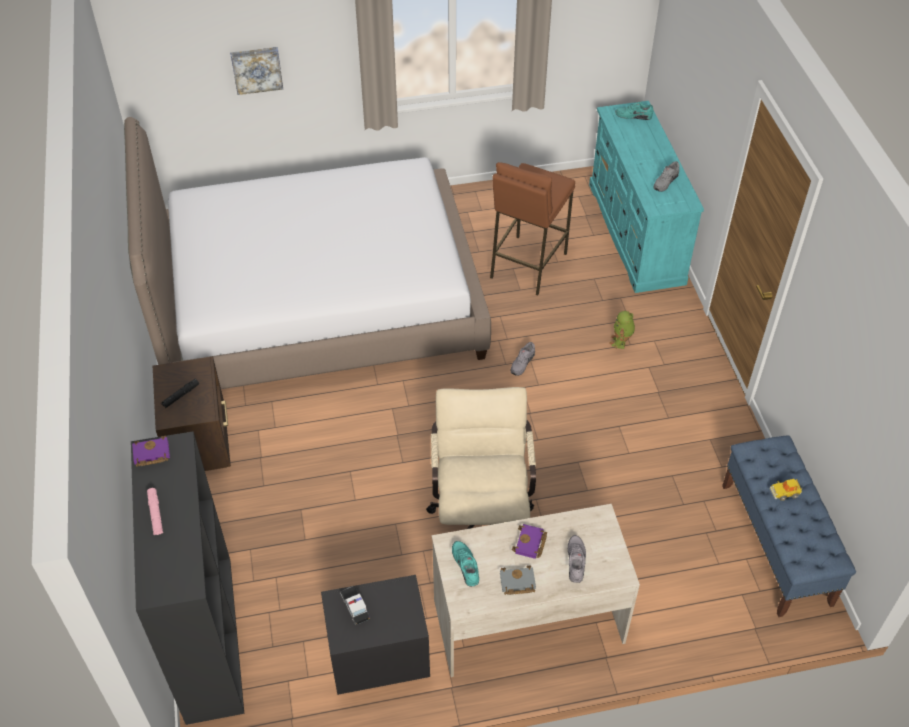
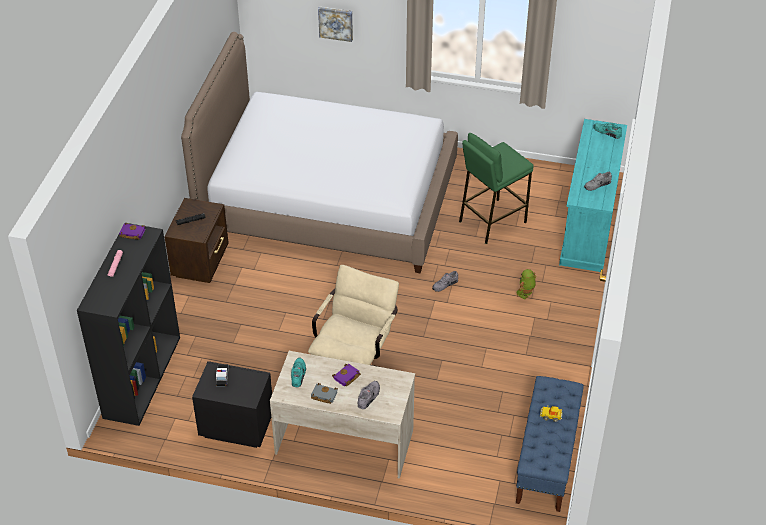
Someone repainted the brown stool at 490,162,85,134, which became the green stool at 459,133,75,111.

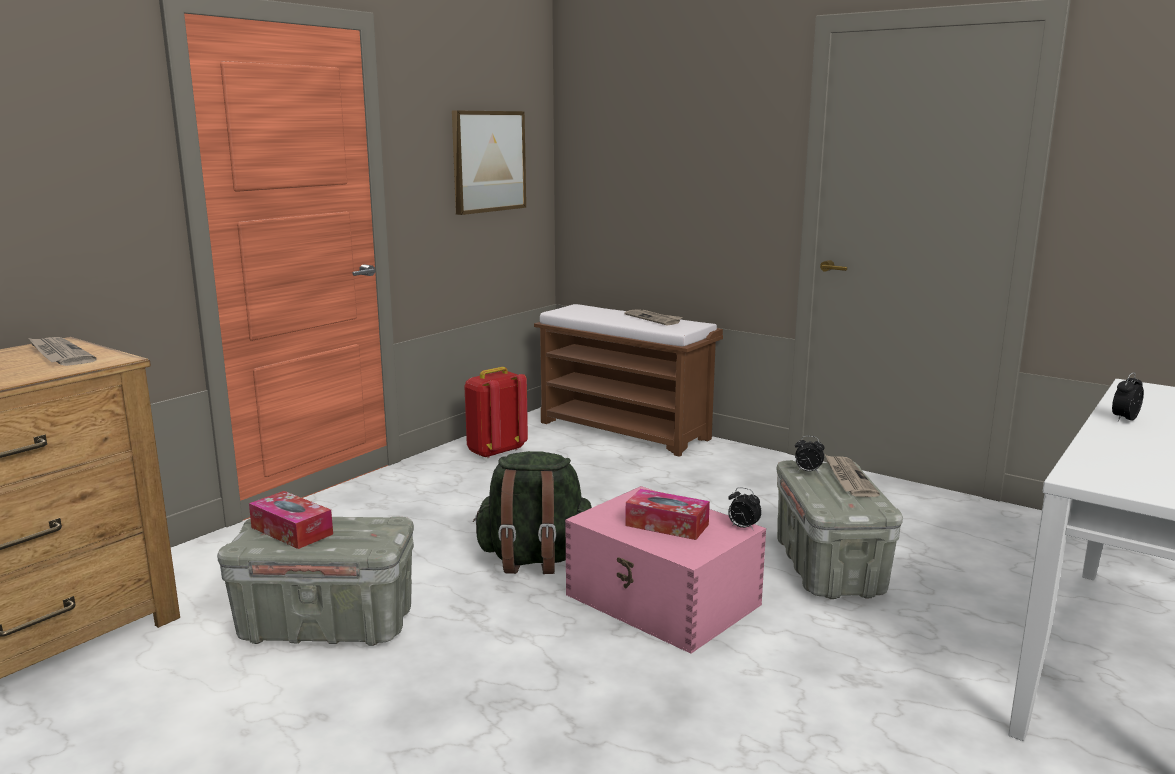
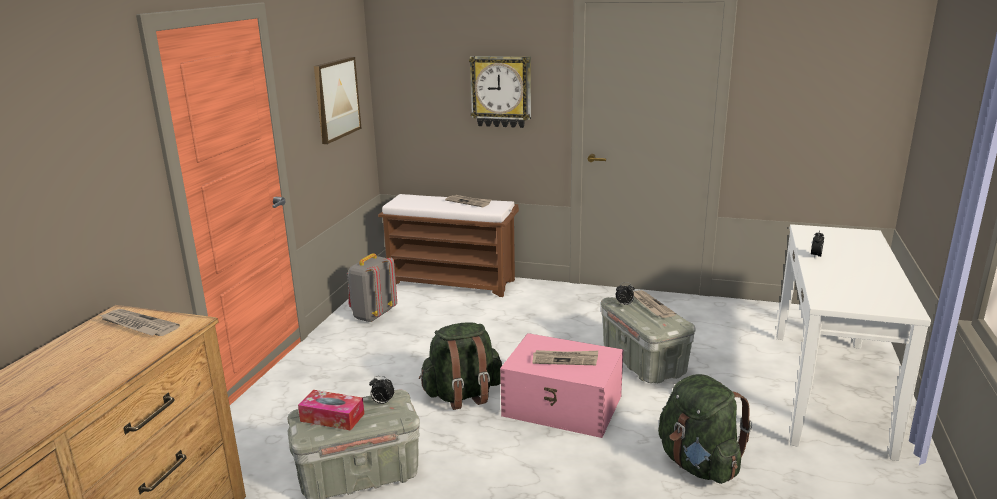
Someone put up the wall clock at 469,56,62,72.
Someone put down the green backpack at 658,374,94,110.
Someone carried the alarm clock from 728,487,34,44 to 369,376,25,28.
Someone swapped the tissue box at 625,489,85,51 for the newspaper at 532,350,66,15.
Someone repainted the red backpack at 464,367,64,91, which became the grey backpack at 347,253,50,69.

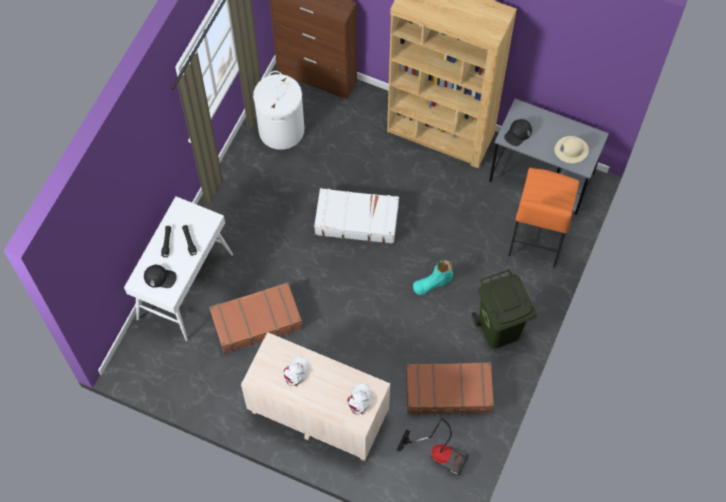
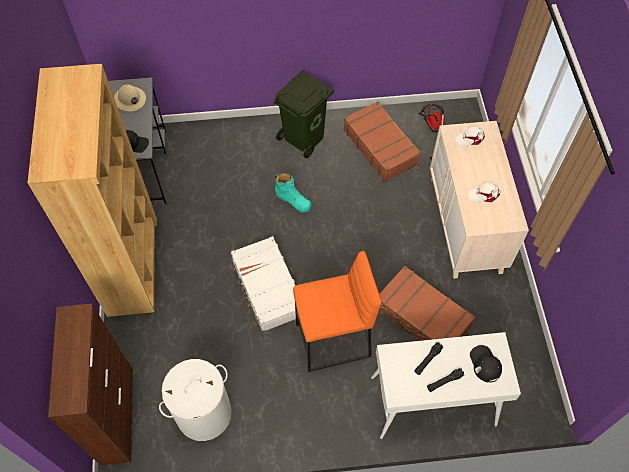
Someone carried the orange stool from 508,168,71,100 to 293,251,88,121.

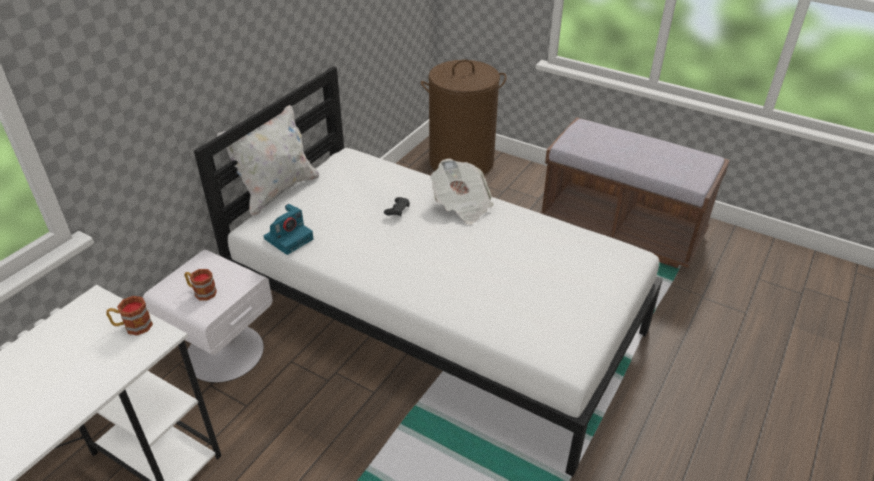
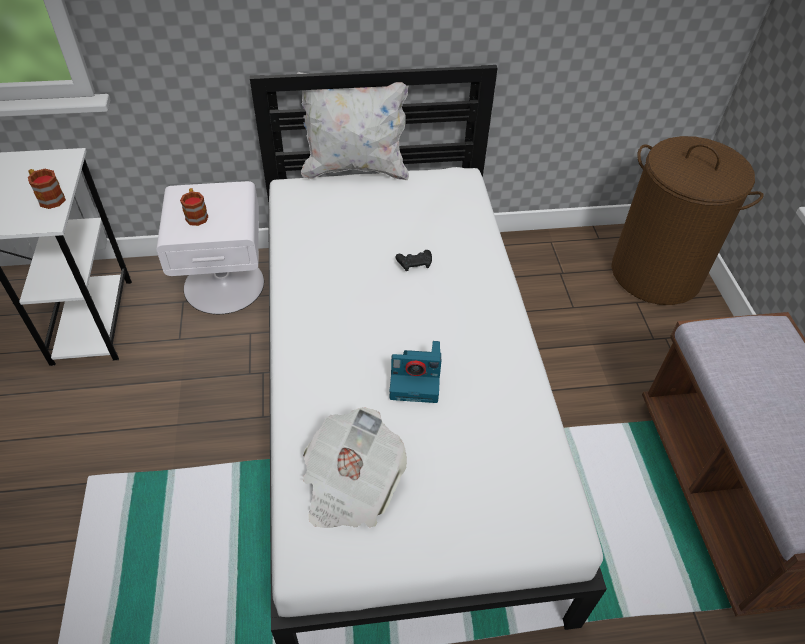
Someone carried the photo camera from 264,204,50,51 to 390,341,51,62.
Someone carried the newspaper from 431,158,63,66 to 303,407,104,121.

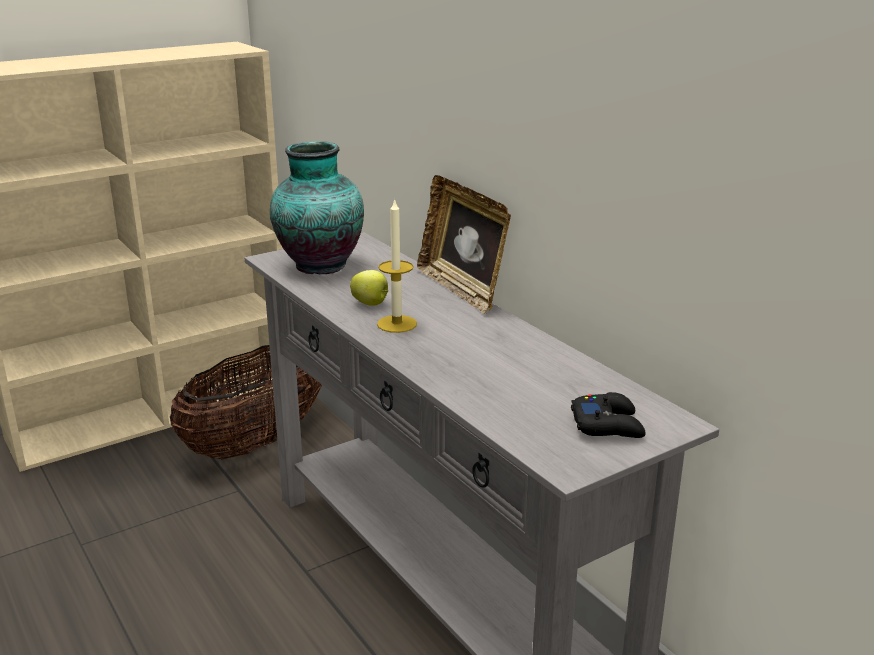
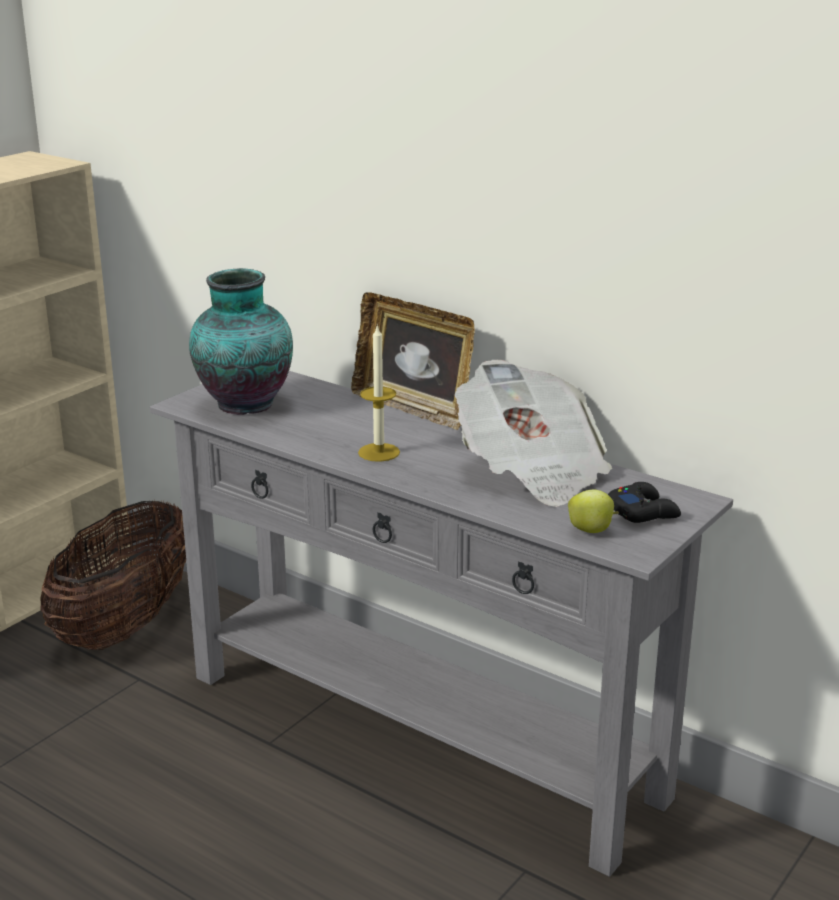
Someone put down the newspaper at 455,360,157,147.
Someone carried the apple from 350,270,39,36 to 568,489,51,44.

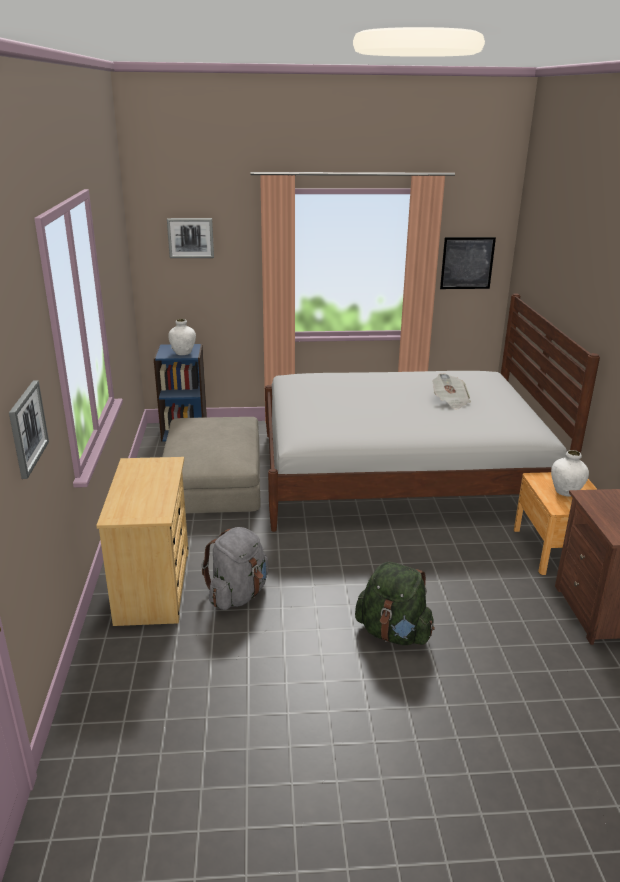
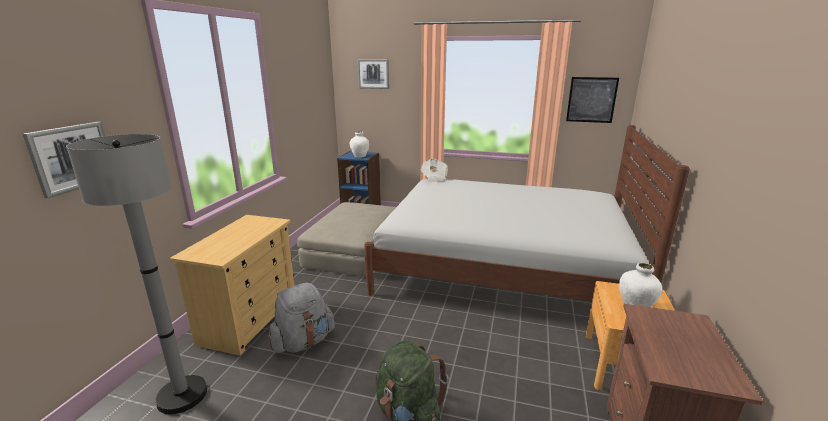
Someone put down the grey floor lamp at 66,134,141,280.
Someone carried the newspaper from 432,373,39,37 to 421,159,27,23.

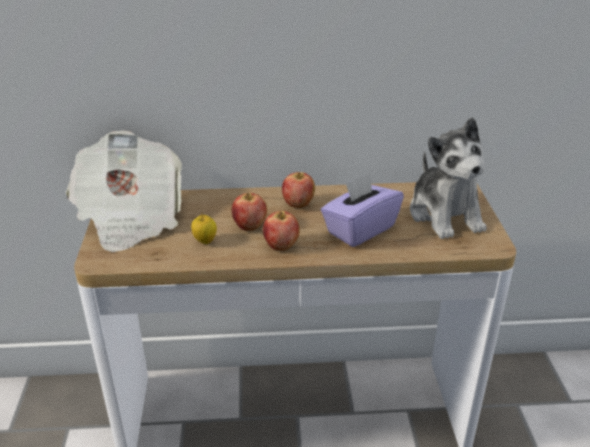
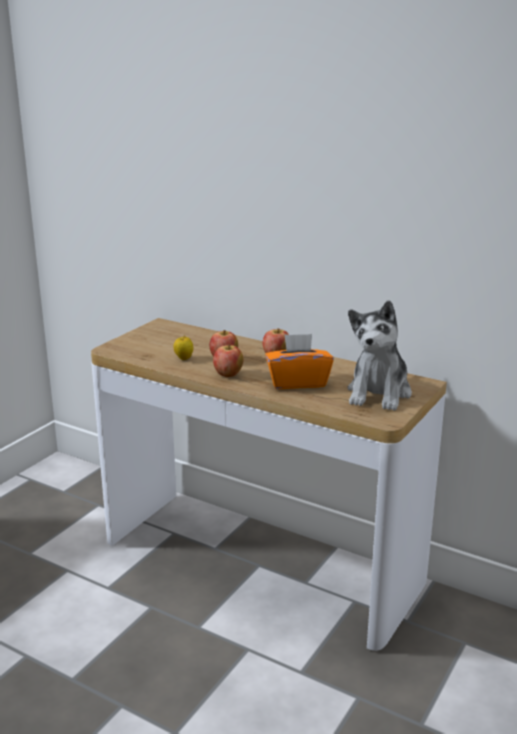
Someone took away the newspaper at 66,130,116,122.
Someone repainted the purple tissue box at 321,173,83,74, which became the orange tissue box at 265,334,69,55.

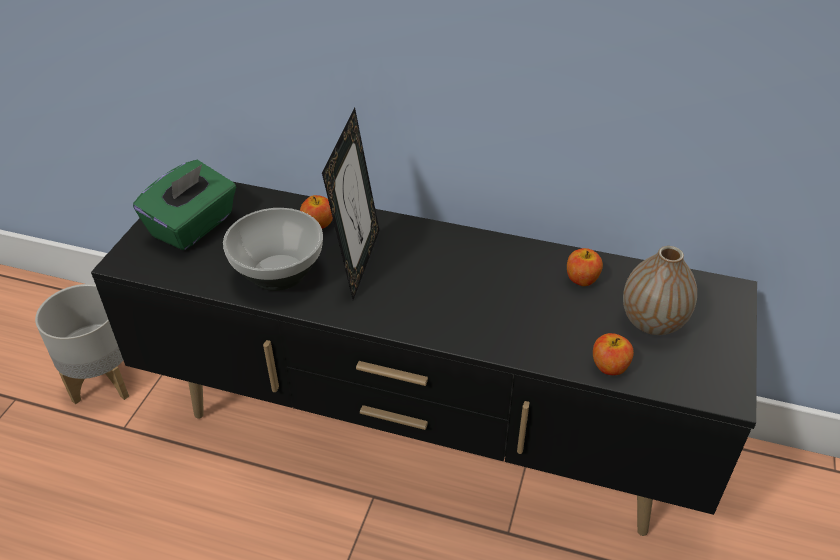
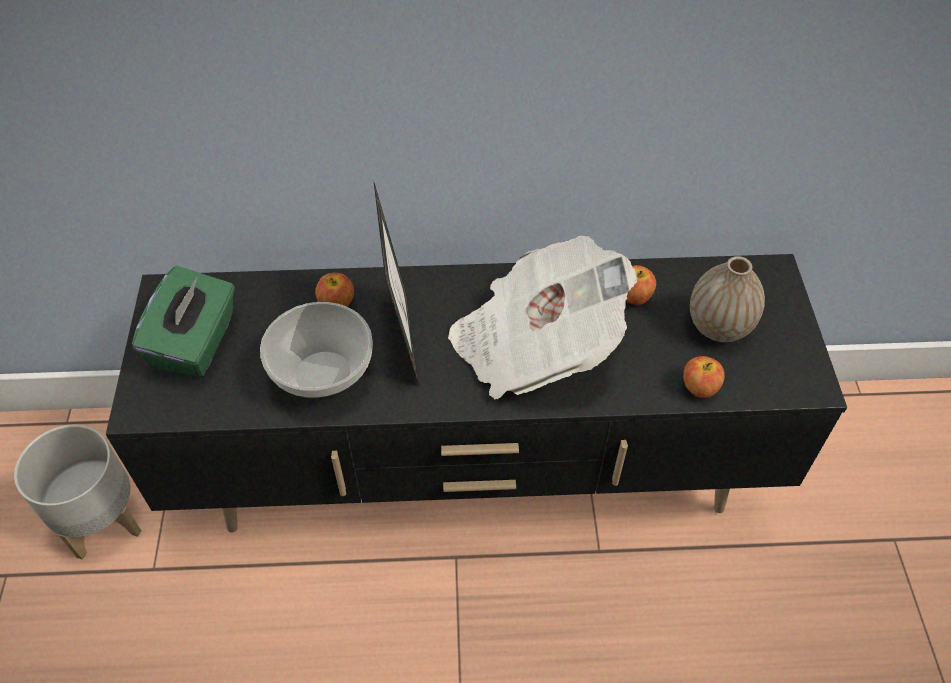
Someone put down the newspaper at 448,236,190,164.

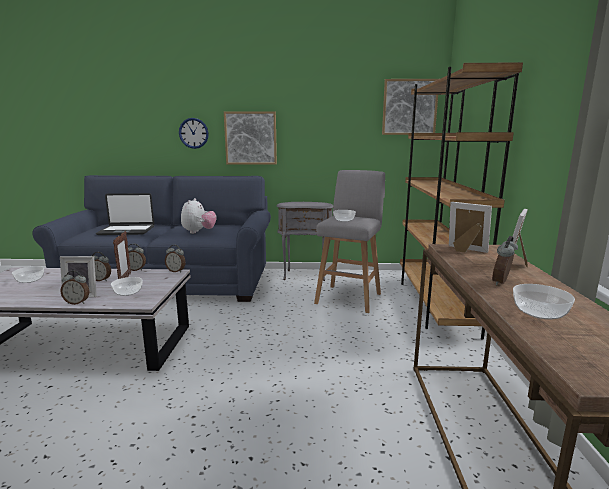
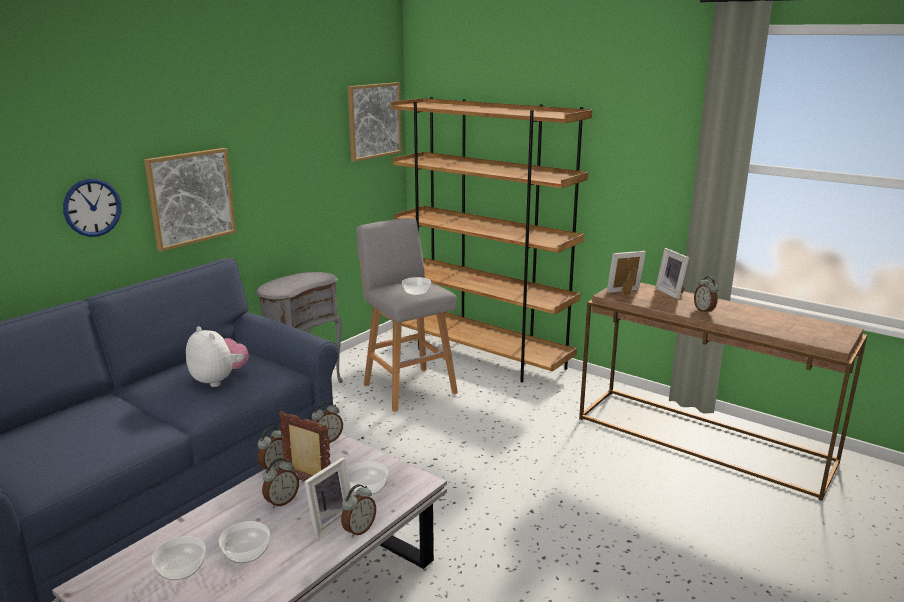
Someone took away the laptop at 96,193,58,42.
Someone carried the bowl from 513,284,62,36 to 219,521,51,42.

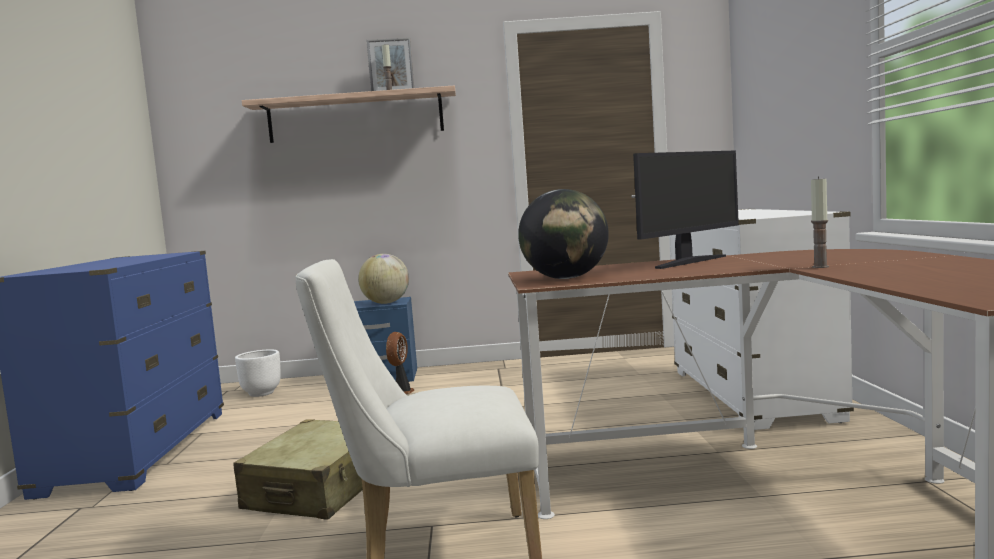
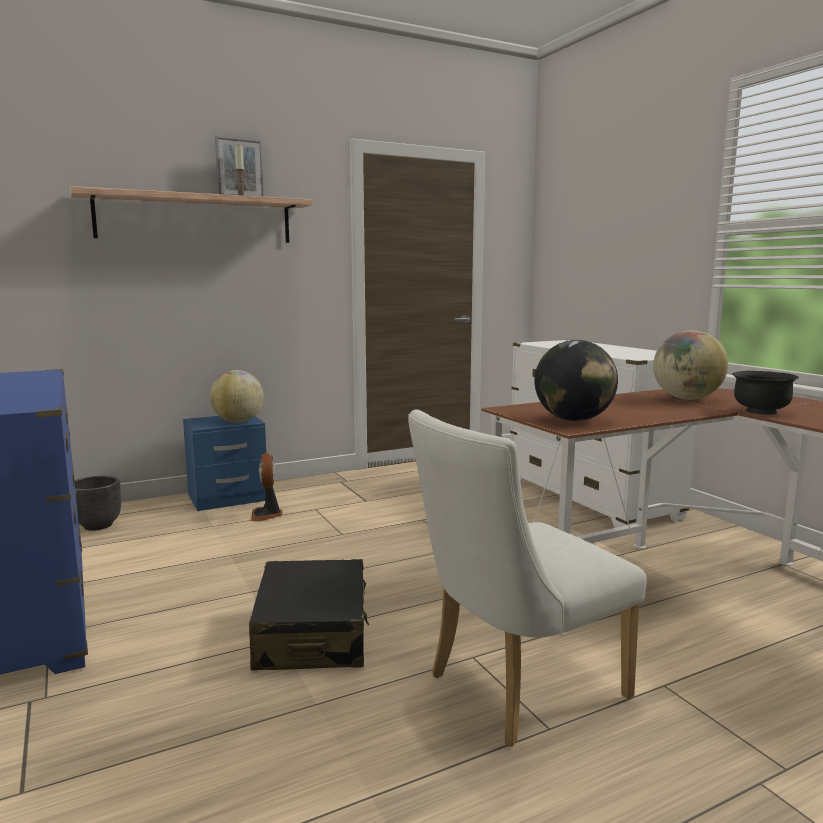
Someone took away the monitor at 633,150,106,119.
Someone put down the globe at 653,330,75,70.
Someone swapped the candle at 811,176,18,92 for the black bowl at 732,371,67,44.
Someone repainted the beige suitcase at 233,419,130,101, which became the black suitcase at 249,559,120,111.
Someone repainted the white planter at 235,349,46,48, which became the black planter at 75,475,46,56.

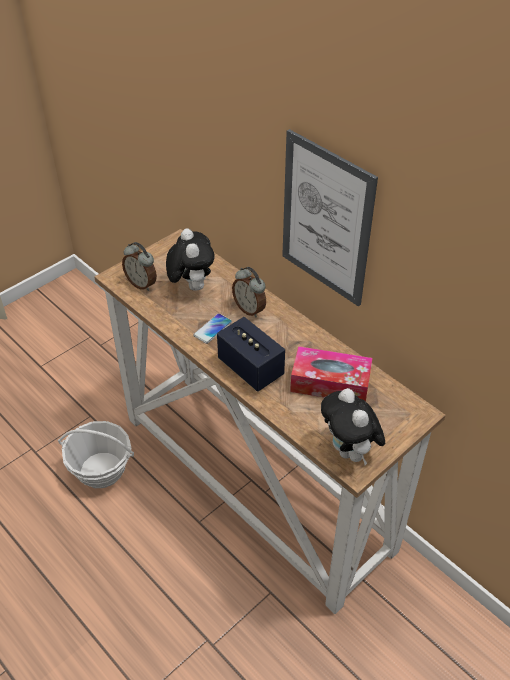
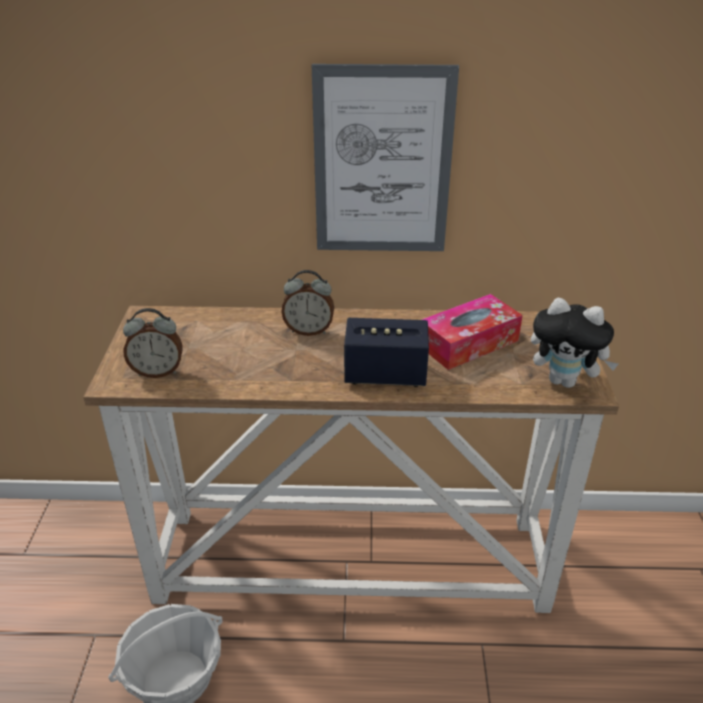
Someone took away the plush toy at 166,229,49,62.
Someone took away the phone at 193,313,39,31.

